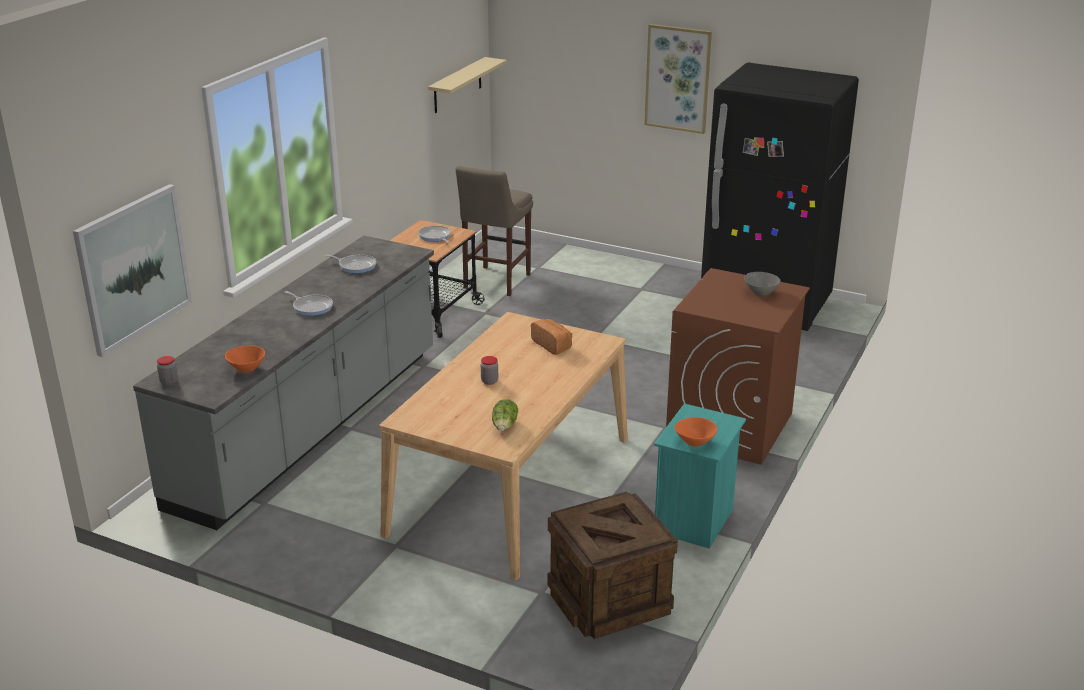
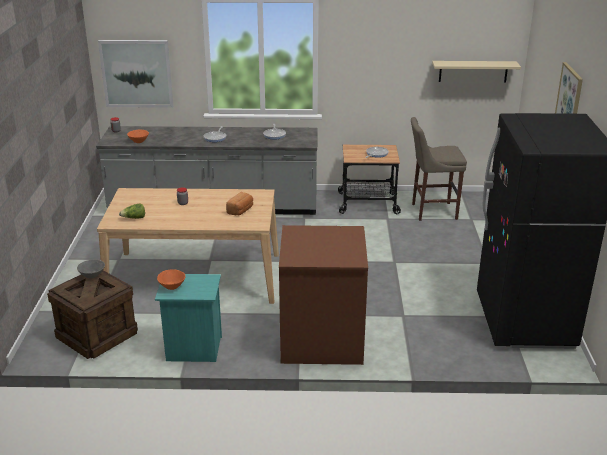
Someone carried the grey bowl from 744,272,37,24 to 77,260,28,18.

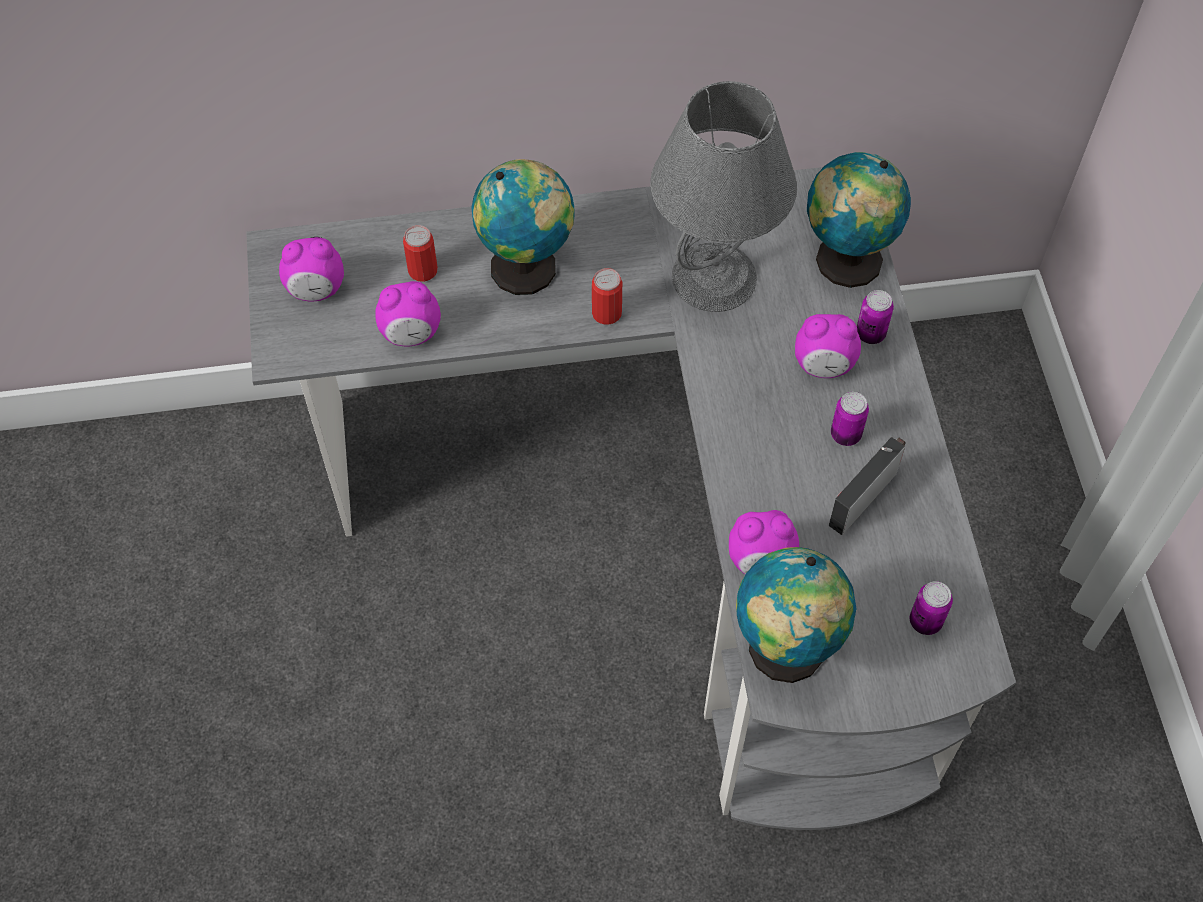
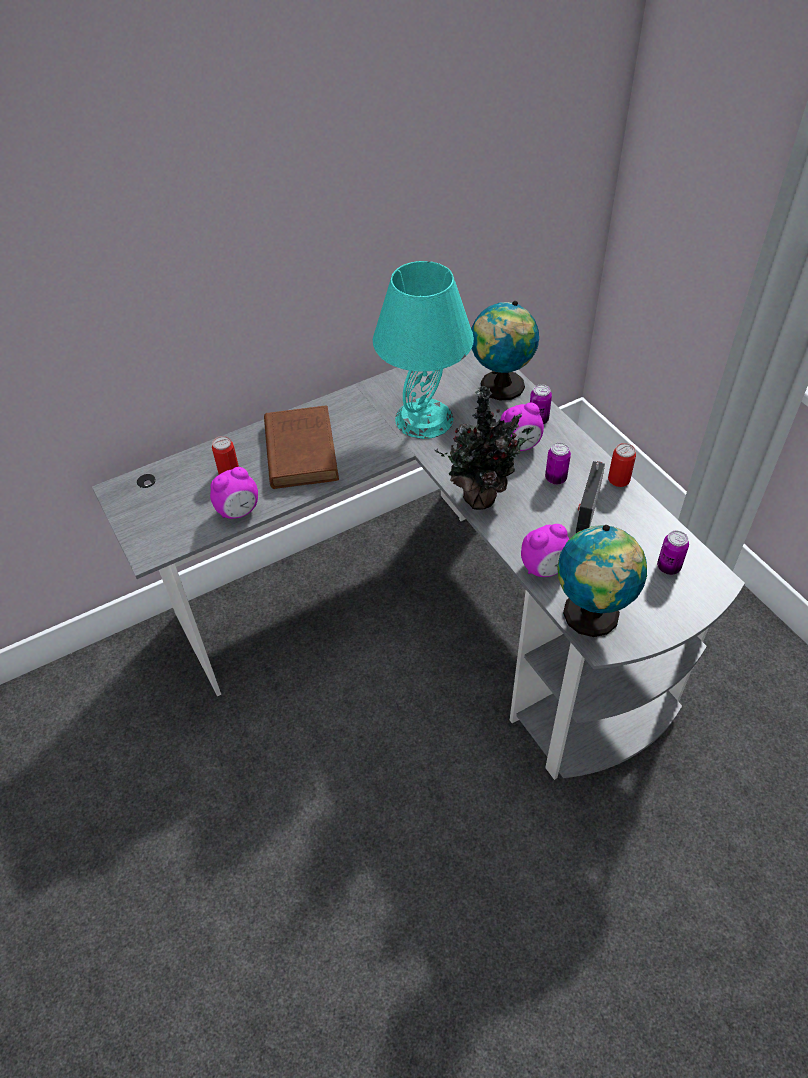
Someone took away the alarm clock at 279,237,65,65.
Someone put down the potted plant at 435,386,99,124.
Someone carried the can from 592,268,30,57 to 608,443,28,44.
Someone swapped the globe at 472,159,103,136 for the brown book at 264,406,75,83.
Someone repainted the grey table lamp at 650,81,147,231, which became the turquoise table lamp at 373,261,101,178.

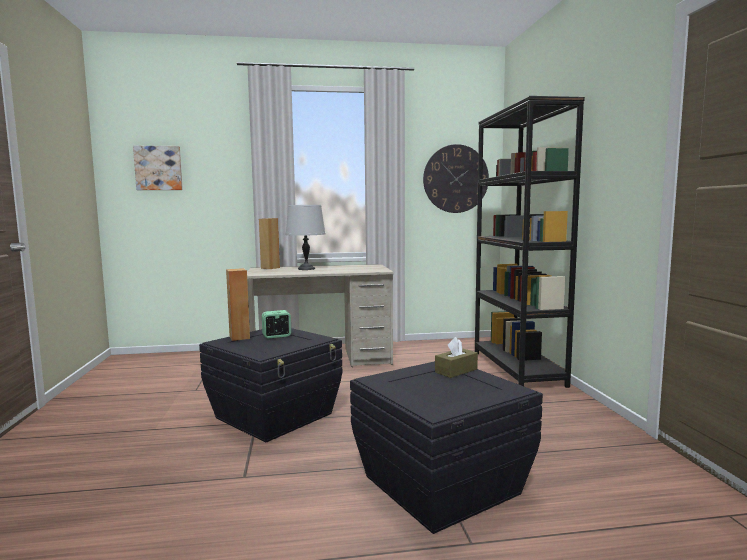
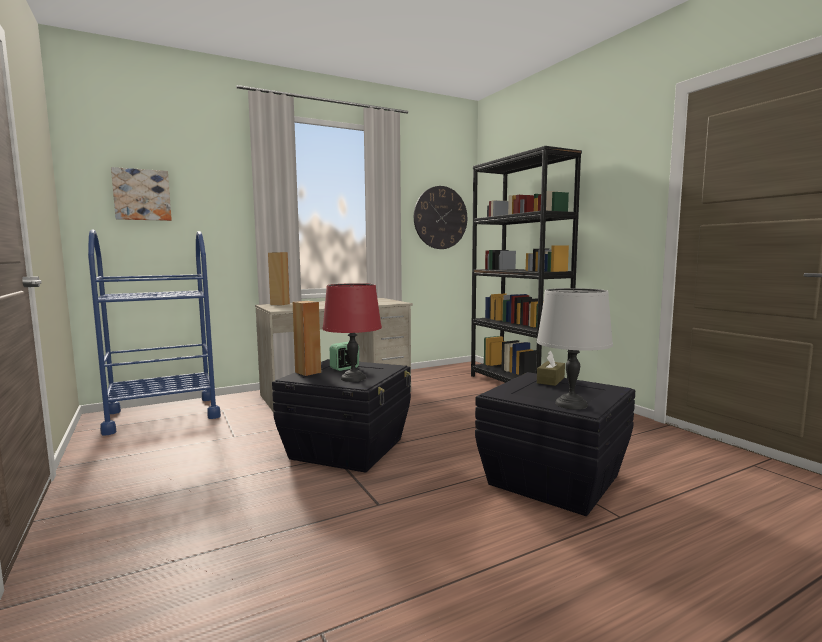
Someone put down the blue cart at 88,229,133,207.
Someone put down the red table lamp at 323,283,59,99.
Someone carried the grey table lamp from 286,205,39,65 to 537,288,76,121.

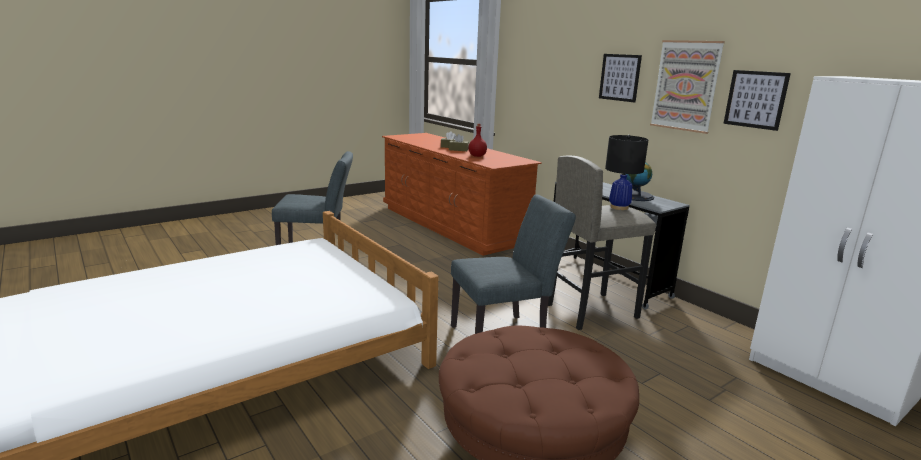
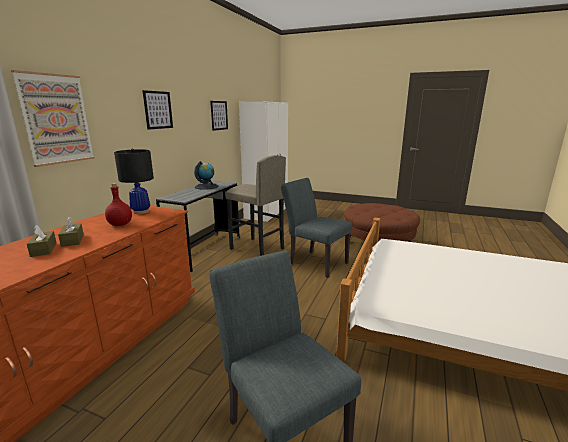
Someone carried the black table lamp from 605,135,43,75 to 114,148,40,66.
Someone carried the picture from 650,40,75,94 to 11,70,84,97.

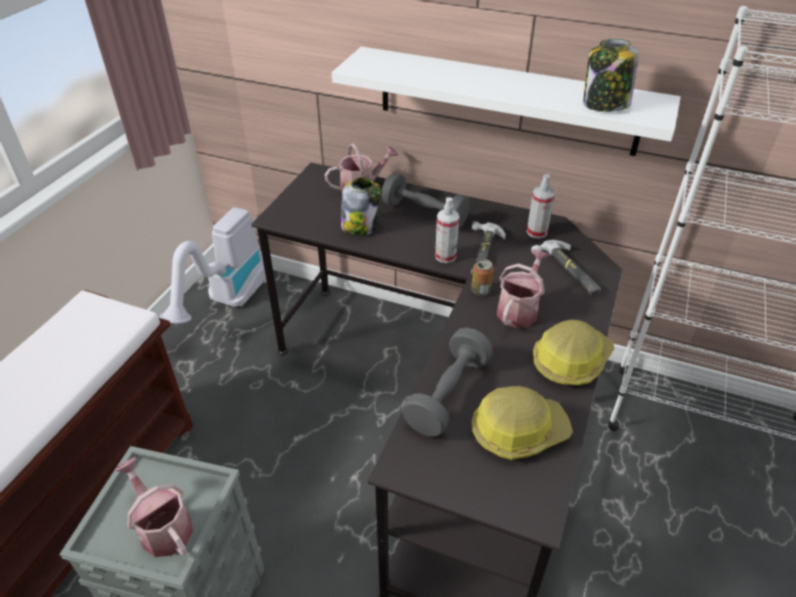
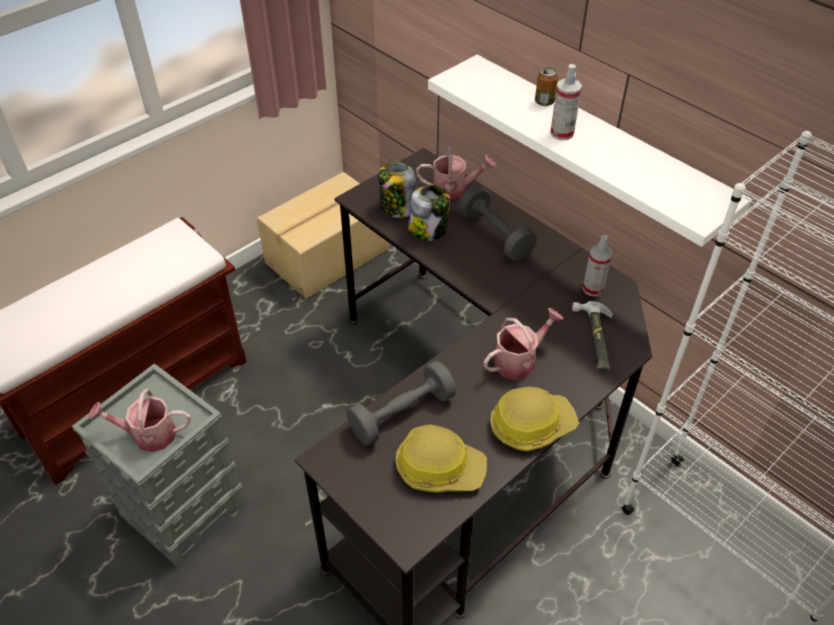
Someone took away the hammer at 470,221,36,54.
Someone carried the spray bottle from 435,197,24,66 to 550,64,32,76.
Someone carried the can from 471,259,23,37 to 535,67,23,39.
Someone carried the jar from 583,39,56,73 to 378,161,38,57.
Someone swapped the vacuum cleaner at 160,207,107,117 for the cardboard box at 257,172,132,127.
Someone rotated the watering can at 114,457,79,100 by 75 degrees counterclockwise.

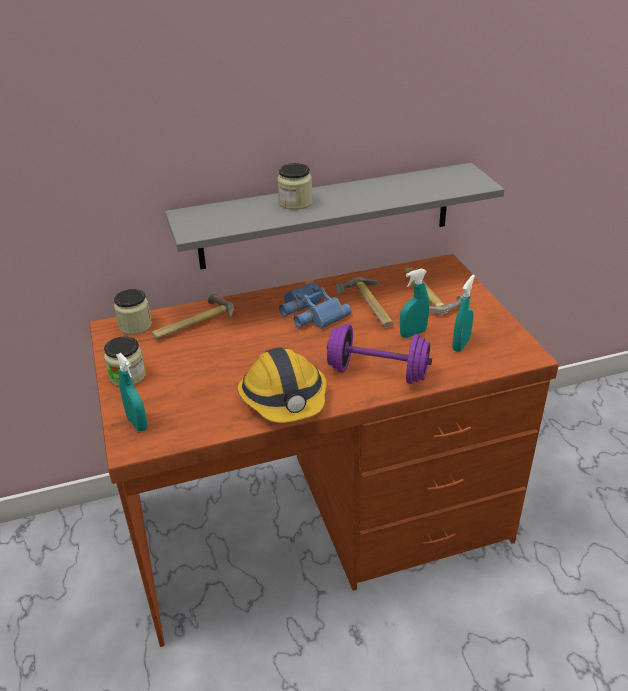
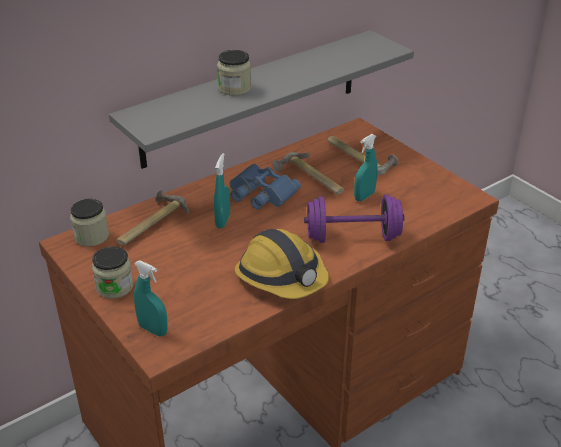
Someone carried the turquoise spray bottle from 453,275,22,77 to 214,153,16,75.

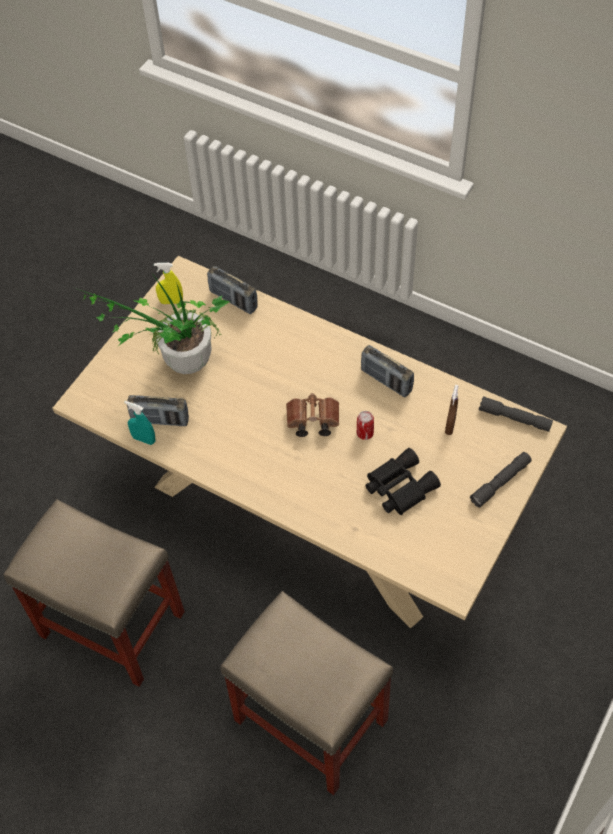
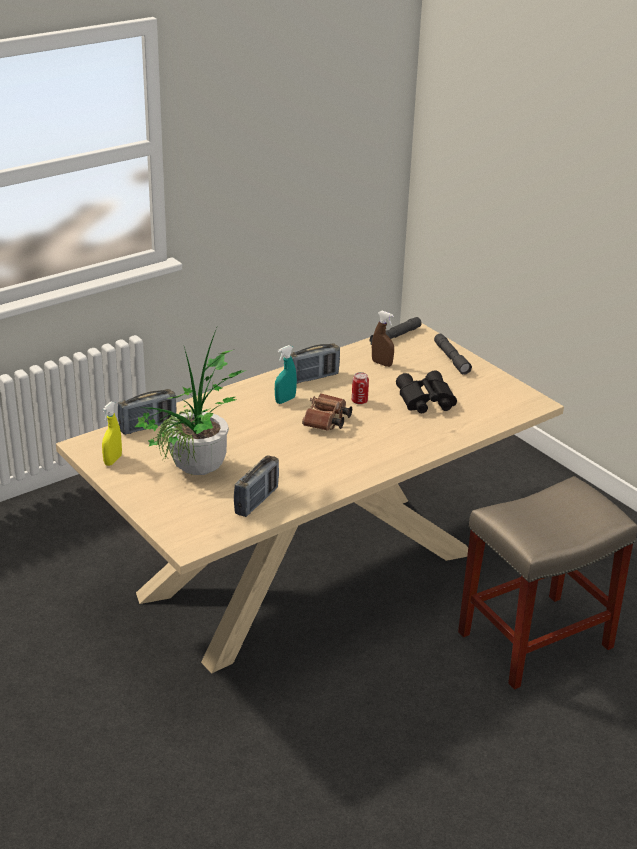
Someone took away the beige stool at 4,499,181,188.
Someone carried the turquoise spray bottle from 124,401,32,44 to 275,345,22,59.

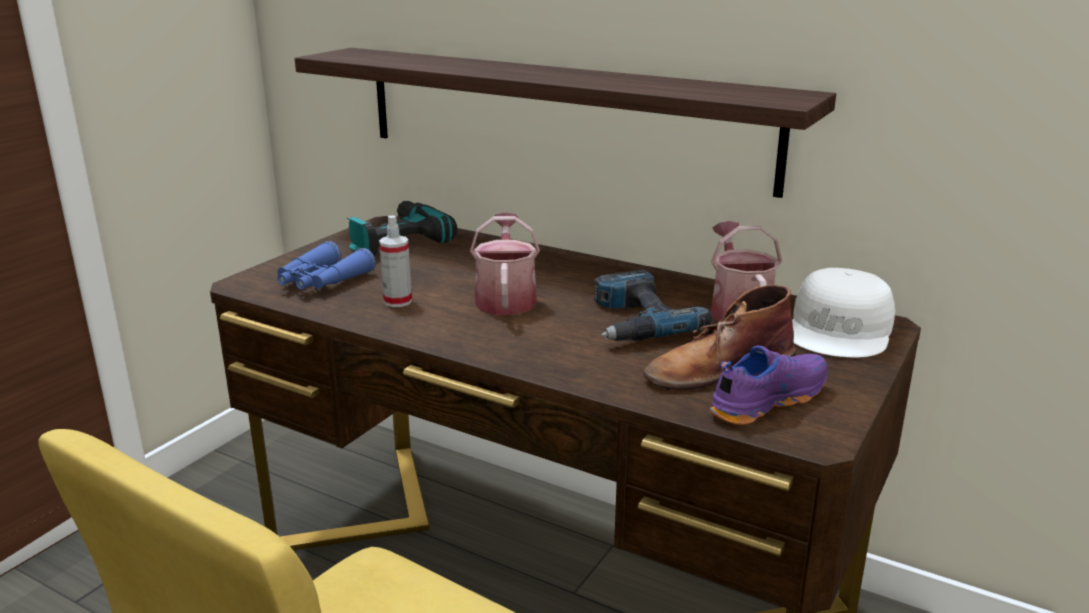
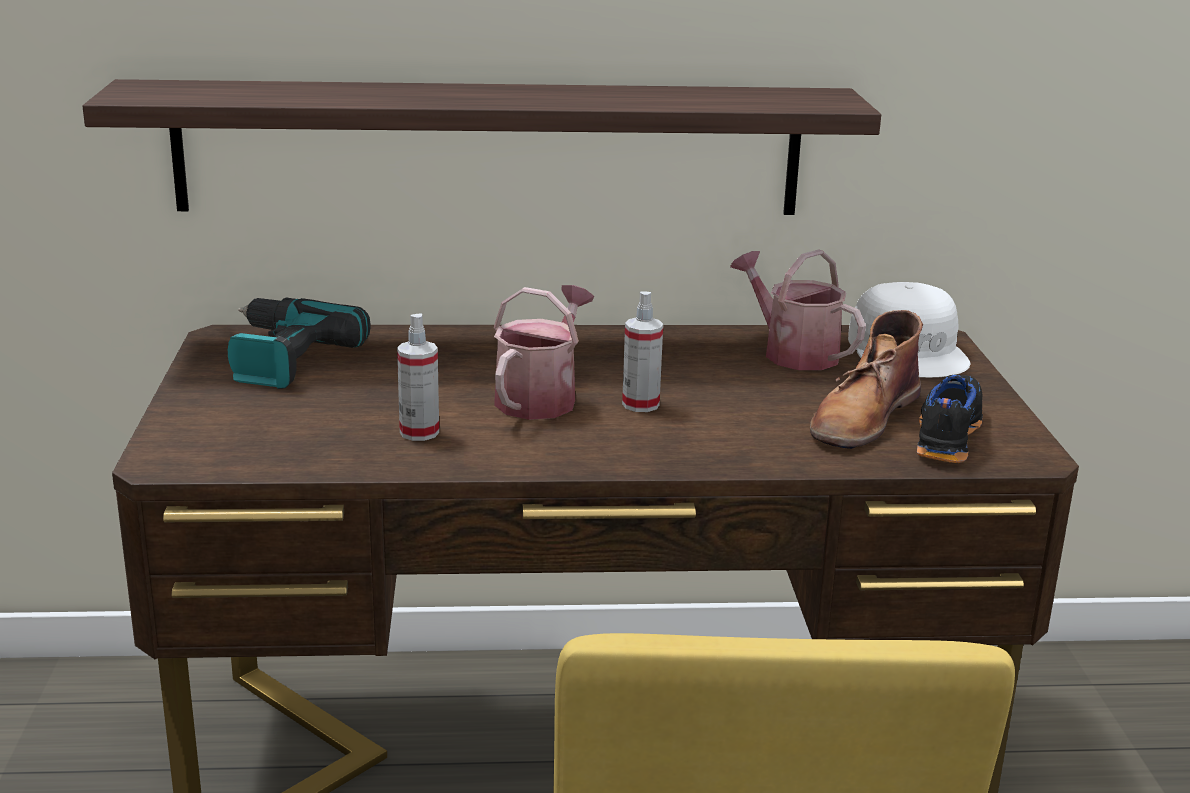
Someone took away the blue binoculars at 277,241,99,48.
Someone took away the power drill at 593,270,119,71.
Someone put down the spray bottle at 622,291,41,121.
Someone repainted the purple shoe at 710,346,118,79, which became the black shoe at 917,375,66,88.
Someone rotated the watering can at 470,212,70,103 by 60 degrees clockwise.

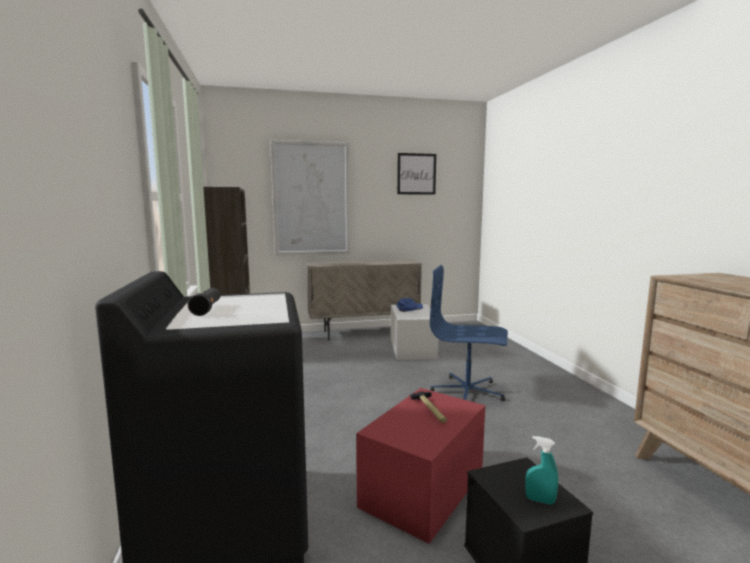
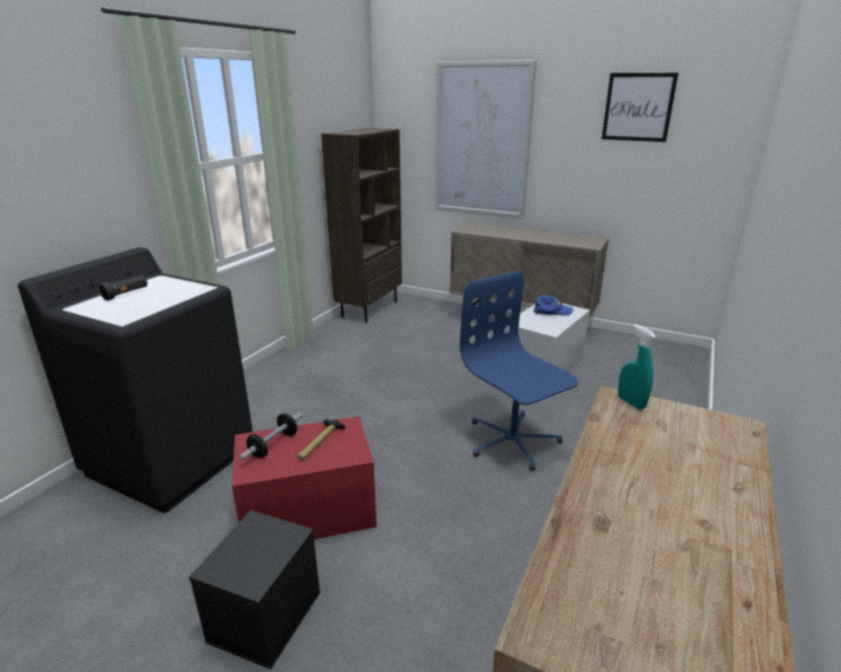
Someone put down the dumbbell at 239,413,63,47.
Someone carried the turquoise spray bottle from 525,436,33,69 to 618,324,38,86.

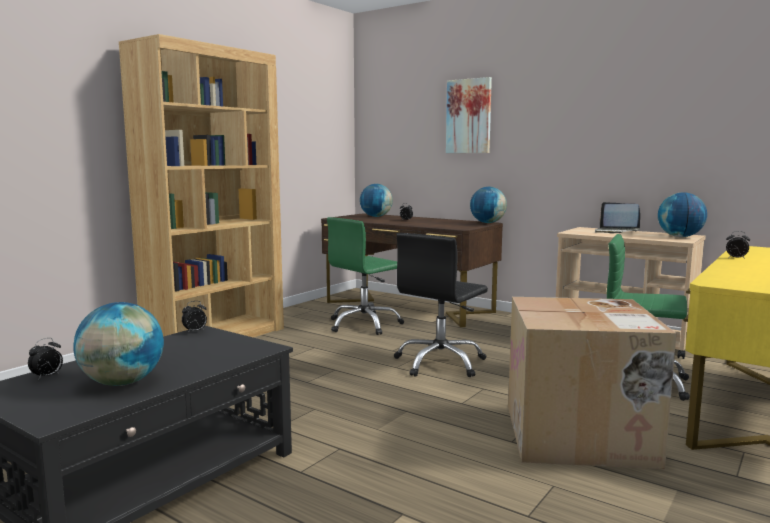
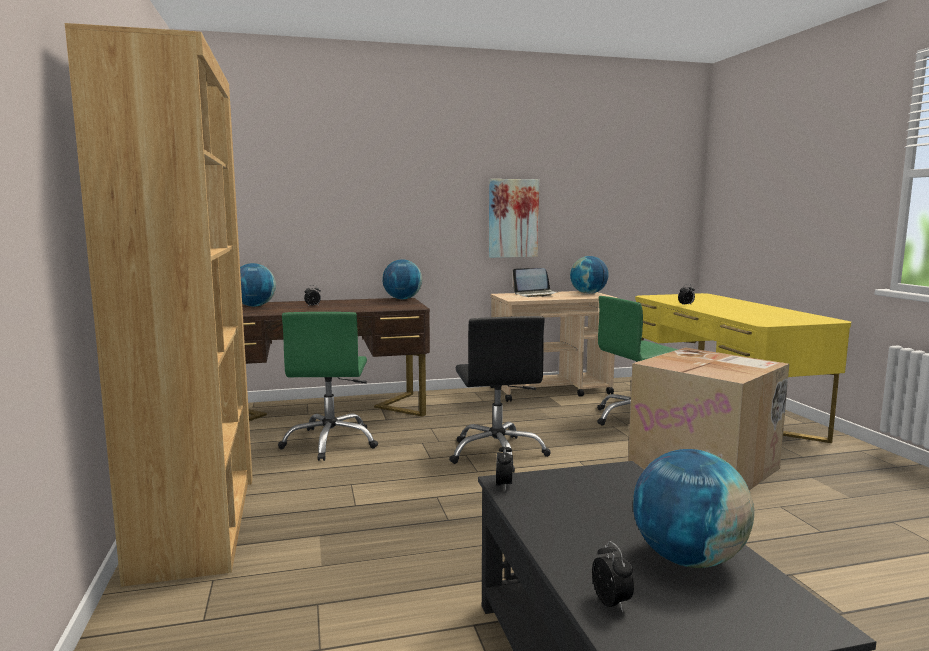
Someone carried the picture from 446,77,46,76 to 489,179,50,79.

